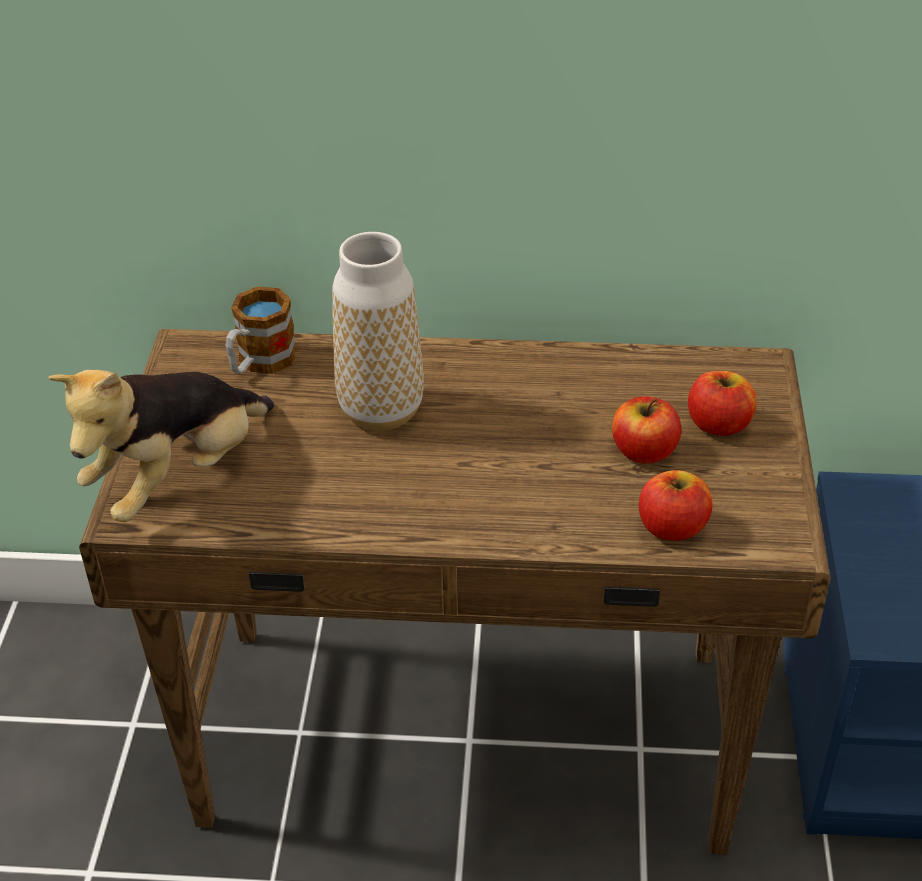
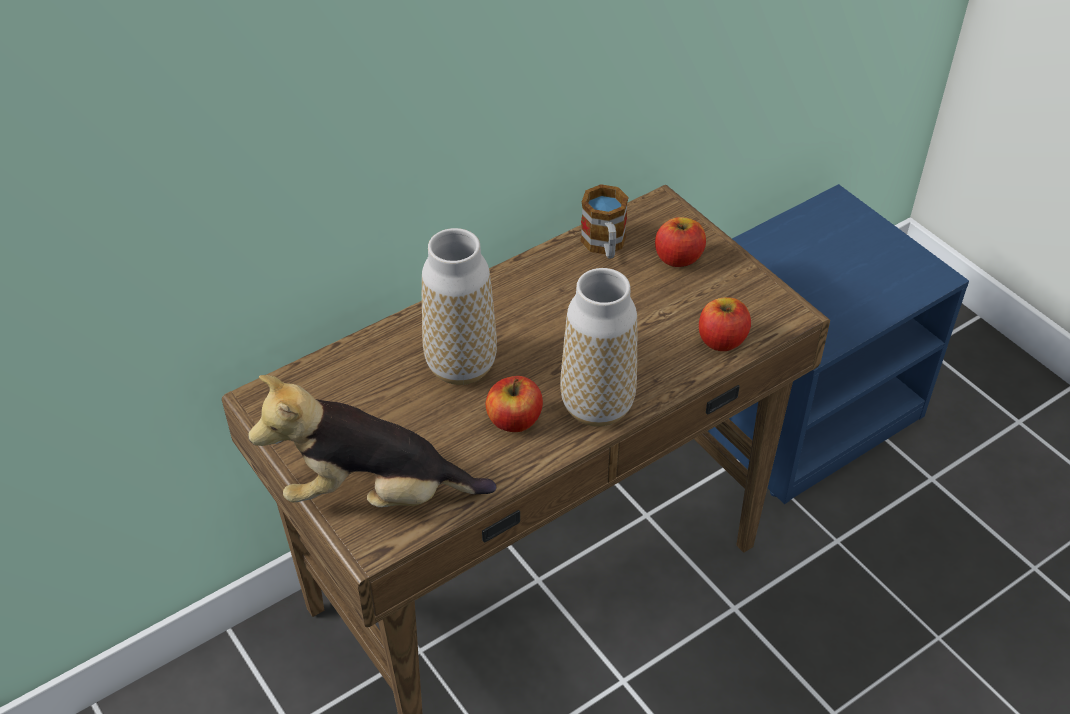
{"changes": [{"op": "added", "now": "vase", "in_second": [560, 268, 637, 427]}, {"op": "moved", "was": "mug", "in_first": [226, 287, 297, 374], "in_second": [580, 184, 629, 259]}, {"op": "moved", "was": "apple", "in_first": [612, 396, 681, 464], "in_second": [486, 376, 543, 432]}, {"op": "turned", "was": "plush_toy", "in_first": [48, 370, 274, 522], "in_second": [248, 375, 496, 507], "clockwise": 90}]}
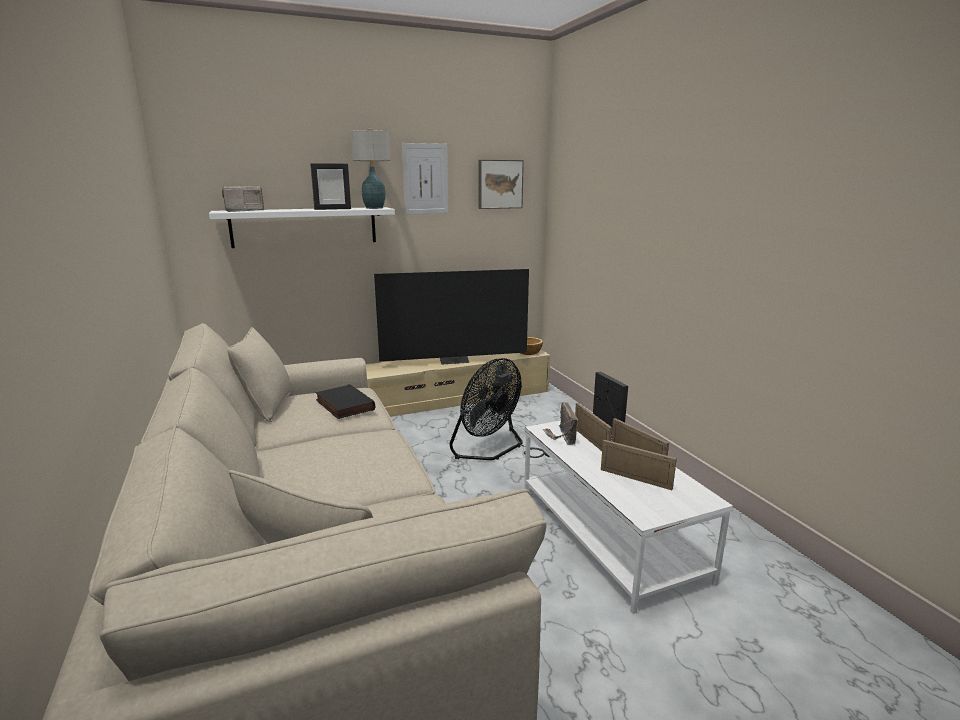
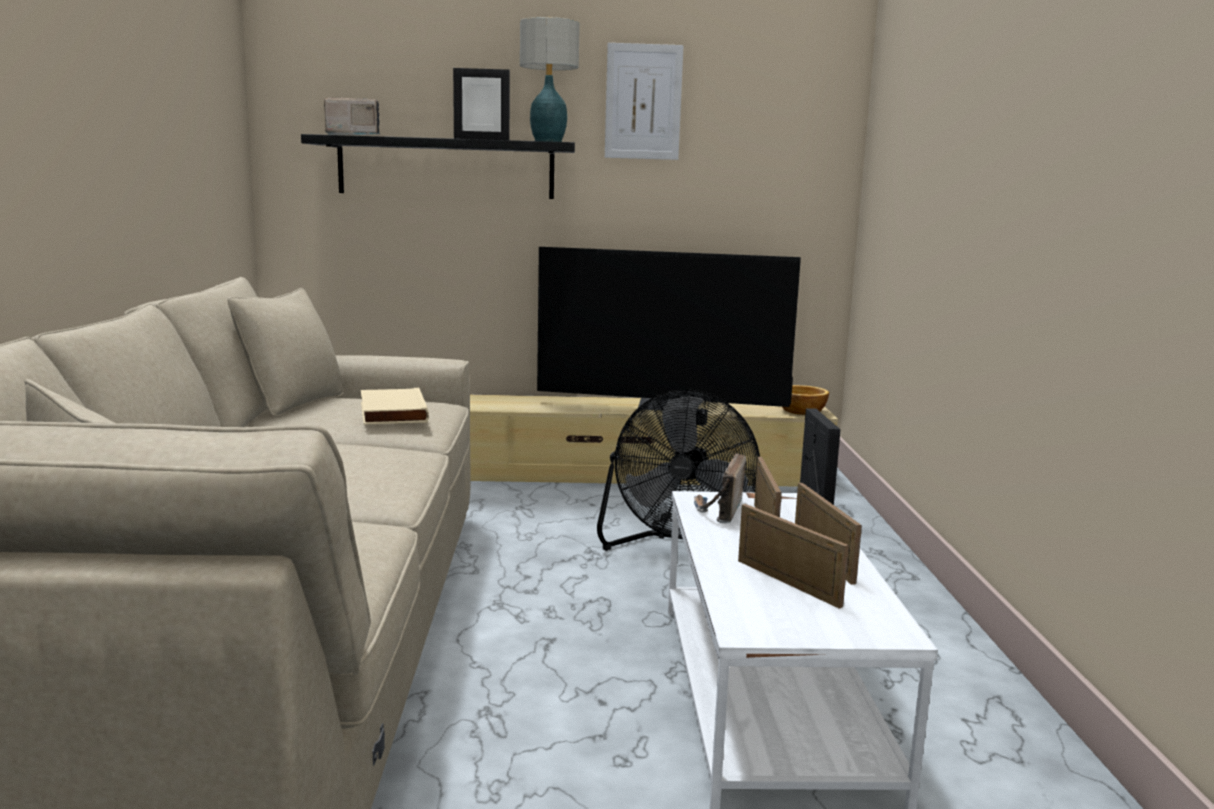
{"changes": [{"op": "removed", "was": "picture", "in_first": [479, 160, 524, 209]}, {"op": "recoloured", "was": "white_shelf", "now": "black_shelf", "in_first": [209, 207, 395, 248], "in_second": [301, 134, 575, 199]}, {"op": "recoloured", "was": "black_book", "now": "beige_book", "in_first": [315, 384, 375, 419], "in_second": [361, 388, 429, 425]}, {"op": "turned", "was": "black_fan", "in_first": [450, 358, 550, 460], "in_second": [597, 390, 760, 551], "clockwise": -135}]}
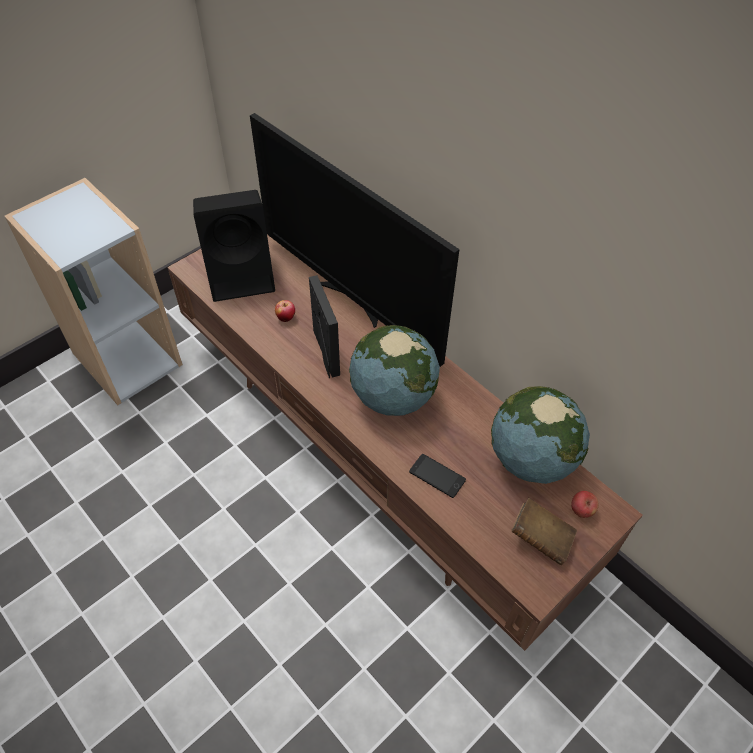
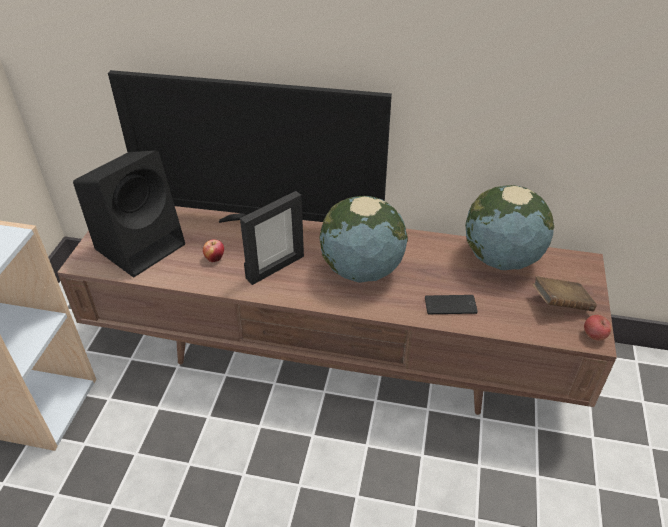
{"changes": [{"op": "moved", "was": "apple", "in_first": [571, 491, 599, 518], "in_second": [584, 315, 612, 341]}, {"op": "turned", "was": "picture_frame", "in_first": [309, 275, 340, 378], "in_second": [240, 191, 304, 285], "clockwise": 105}]}
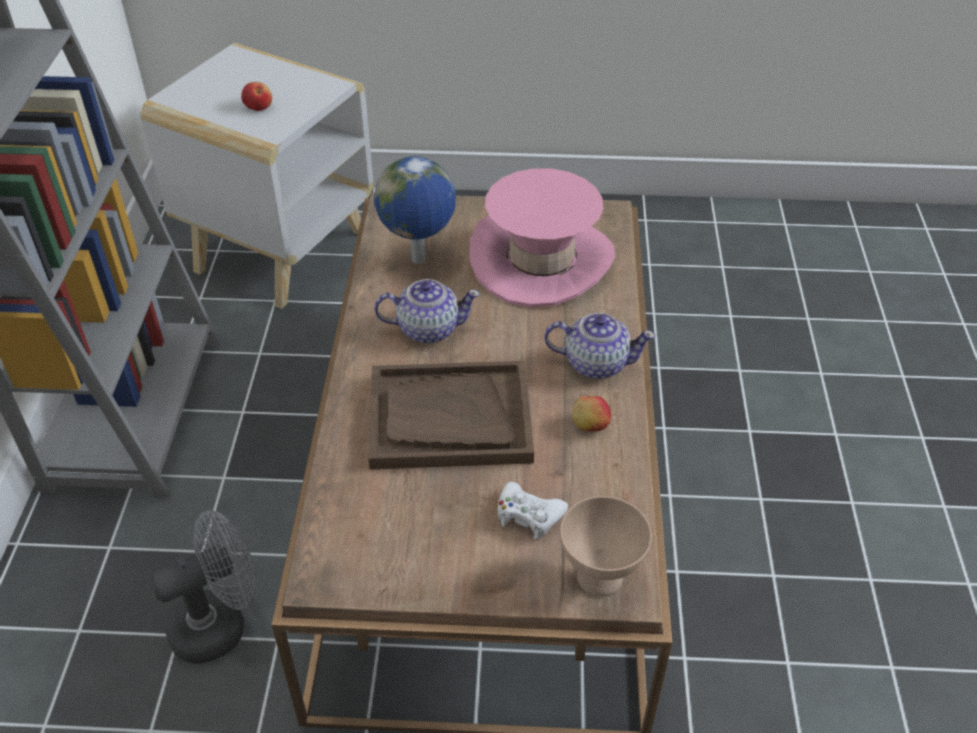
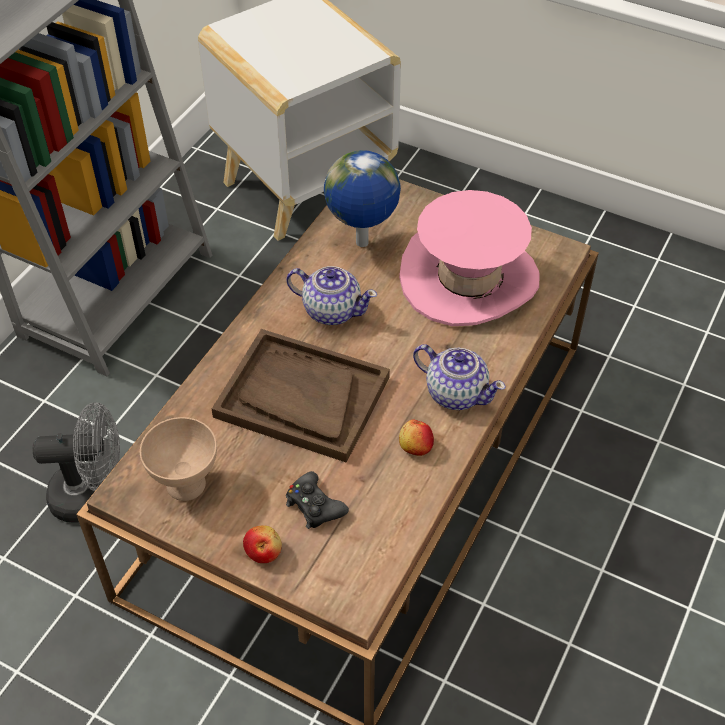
{"changes": [{"op": "moved", "was": "apple", "in_first": [241, 82, 272, 111], "in_second": [243, 526, 282, 563]}, {"op": "moved", "was": "beige_bowl", "in_first": [560, 496, 652, 597], "in_second": [140, 417, 217, 501]}, {"op": "recoloured", "was": "white_game_controller", "now": "black_game_controller", "in_first": [498, 482, 568, 539], "in_second": [286, 471, 349, 529]}]}
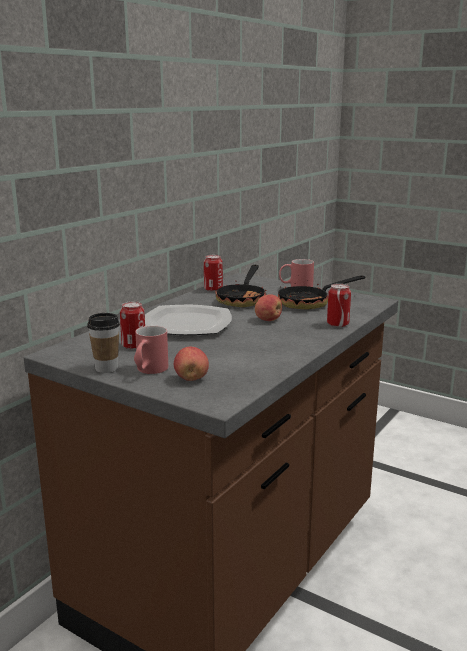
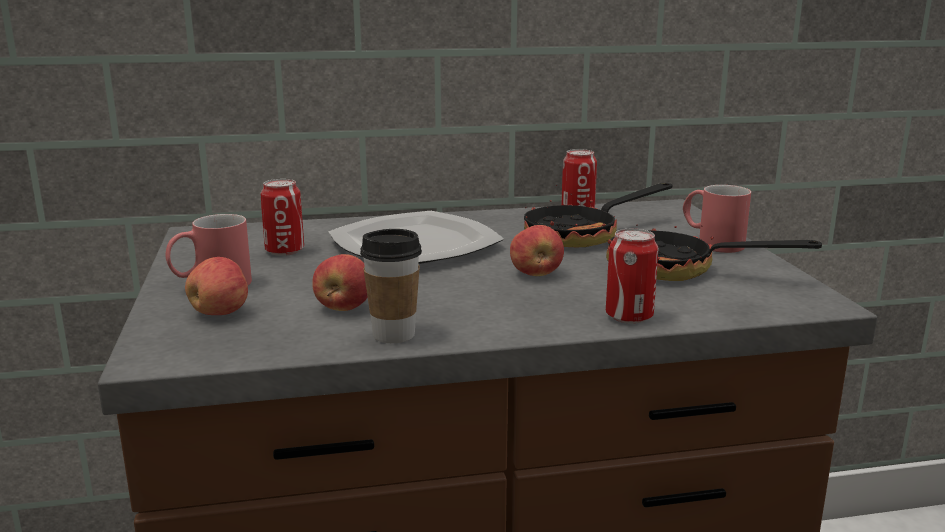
{"changes": [{"op": "added", "now": "apple", "in_second": [312, 254, 368, 311]}, {"op": "moved", "was": "cup", "in_first": [87, 313, 120, 373], "in_second": [360, 229, 422, 343]}]}
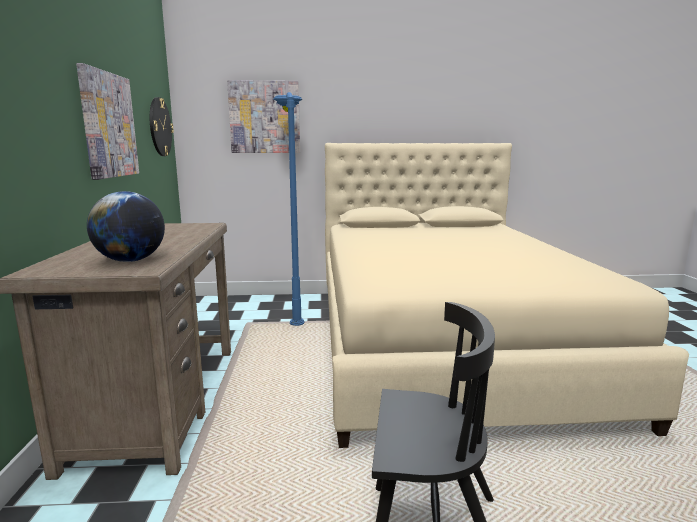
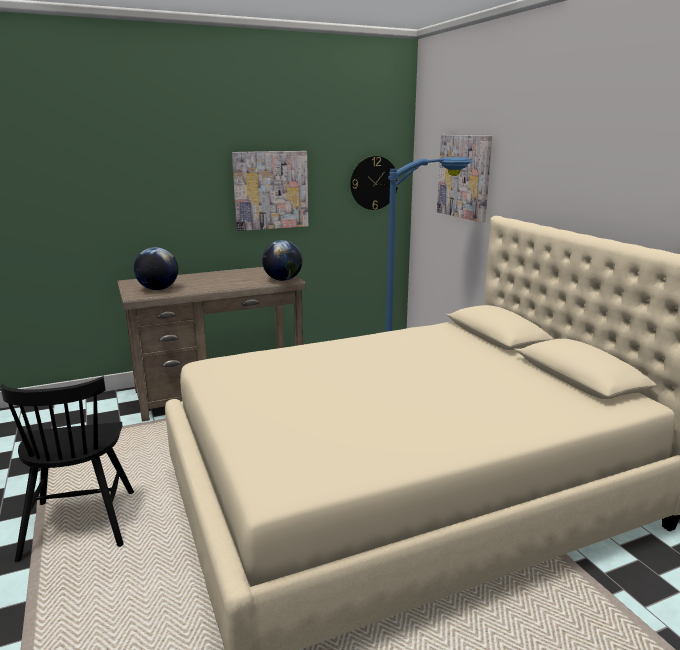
{"changes": [{"op": "added", "now": "globe", "in_second": [262, 240, 303, 281]}]}
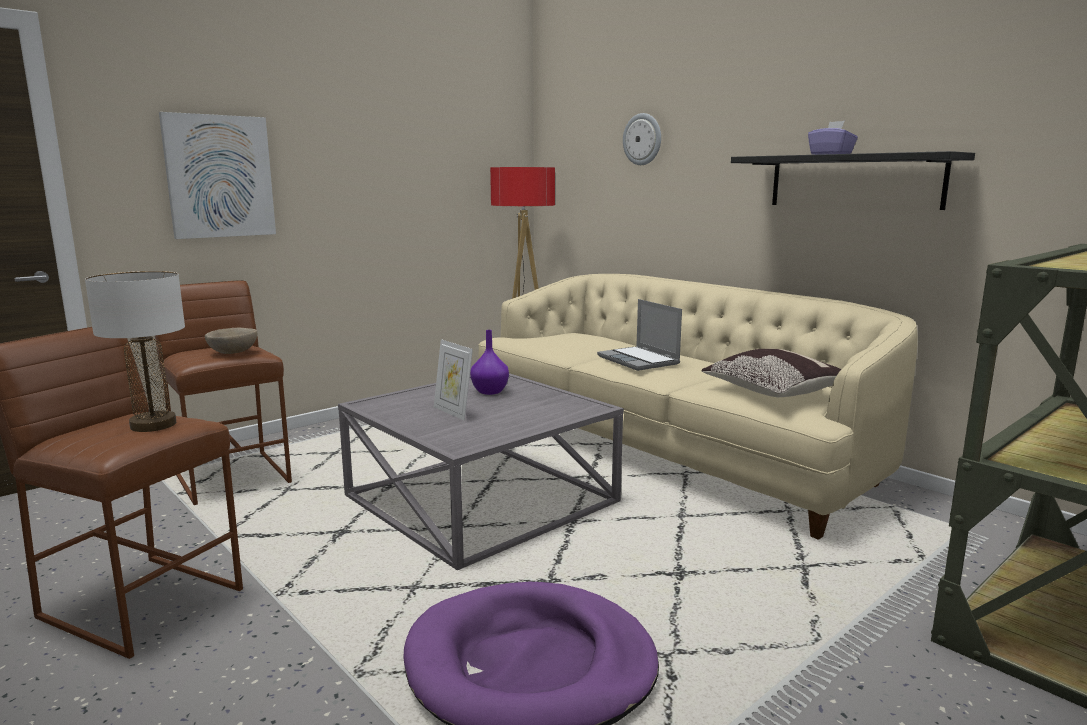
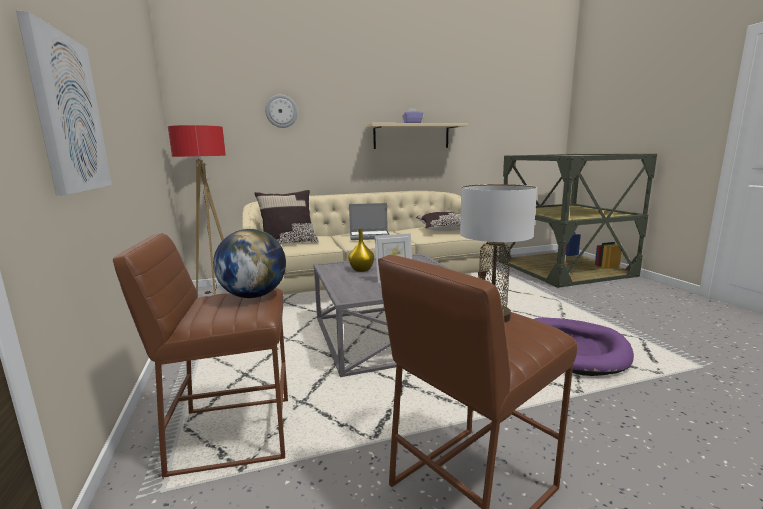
{"changes": [{"op": "added", "now": "pillow", "in_second": [254, 190, 319, 244]}, {"op": "replaced", "was": "beige_bowl", "now": "globe", "in_first": [205, 328, 257, 354], "in_second": [213, 229, 286, 298]}, {"op": "recoloured", "was": "purple_vase", "now": "yellow_vase", "in_first": [470, 330, 509, 395], "in_second": [348, 229, 374, 272]}, {"op": "recoloured", "was": "black_shelf", "now": "beige_shelf", "in_first": [731, 151, 975, 210], "in_second": [365, 123, 468, 149]}]}
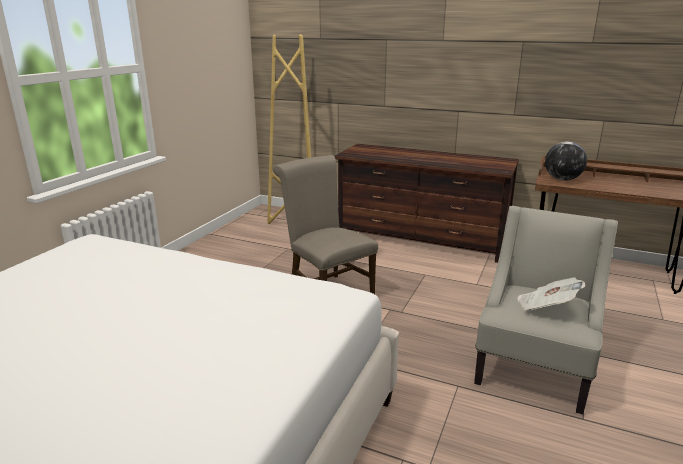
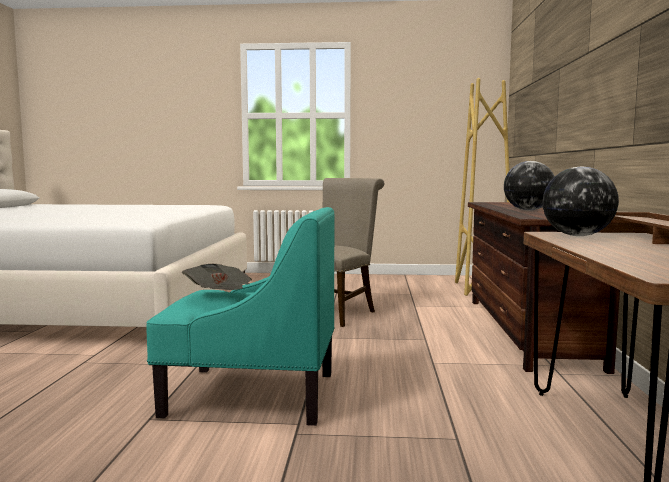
{"changes": [{"op": "added", "now": "globe", "in_second": [504, 161, 555, 211]}, {"op": "recoloured", "was": "grey_armchair", "now": "turquoise_armchair", "in_first": [474, 206, 618, 415], "in_second": [146, 207, 335, 426]}]}
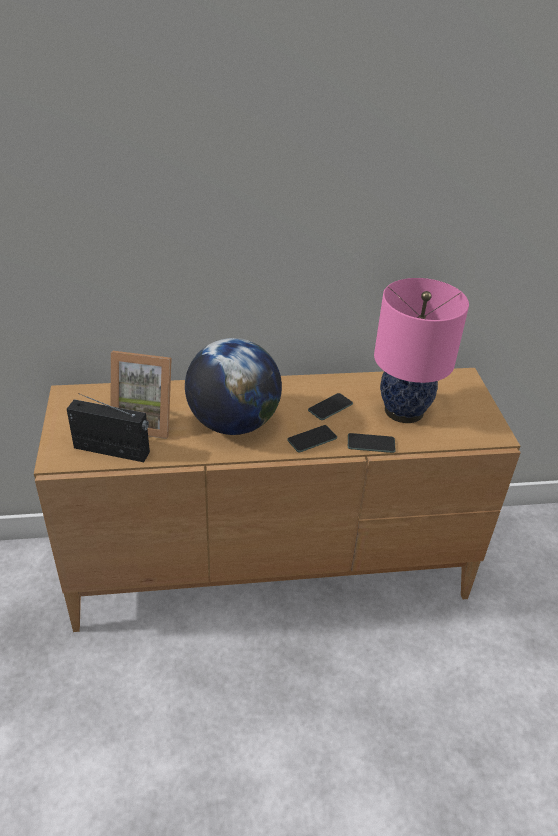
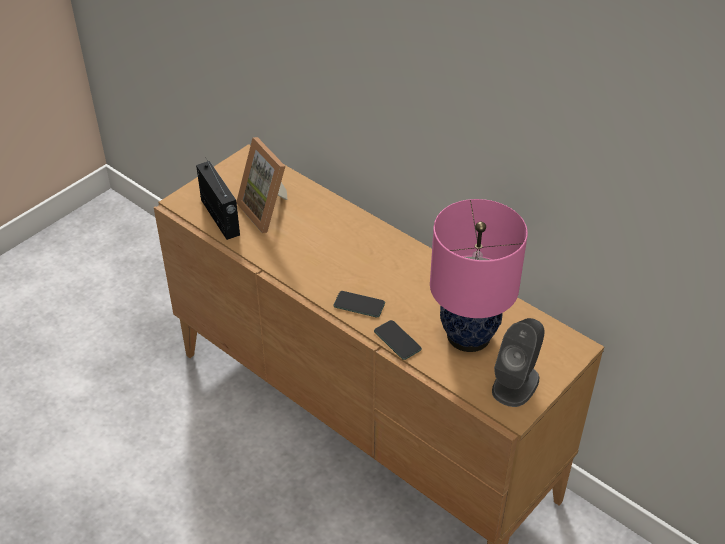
{"changes": [{"op": "removed", "was": "globe", "in_first": [185, 338, 282, 435]}, {"op": "removed", "was": "phone", "in_first": [308, 393, 353, 420]}, {"op": "added", "now": "grey_speaker", "in_second": [492, 318, 545, 407]}]}
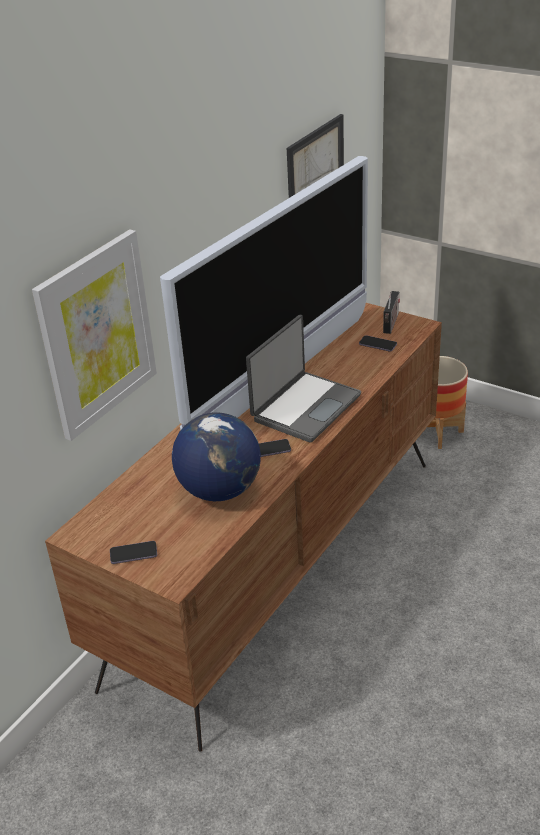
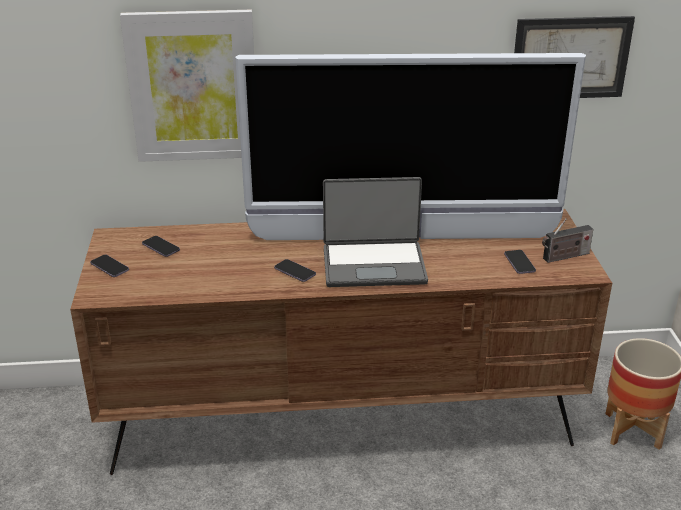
{"changes": [{"op": "removed", "was": "globe", "in_first": [172, 412, 261, 501]}, {"op": "added", "now": "phone", "in_second": [142, 236, 180, 257]}]}
